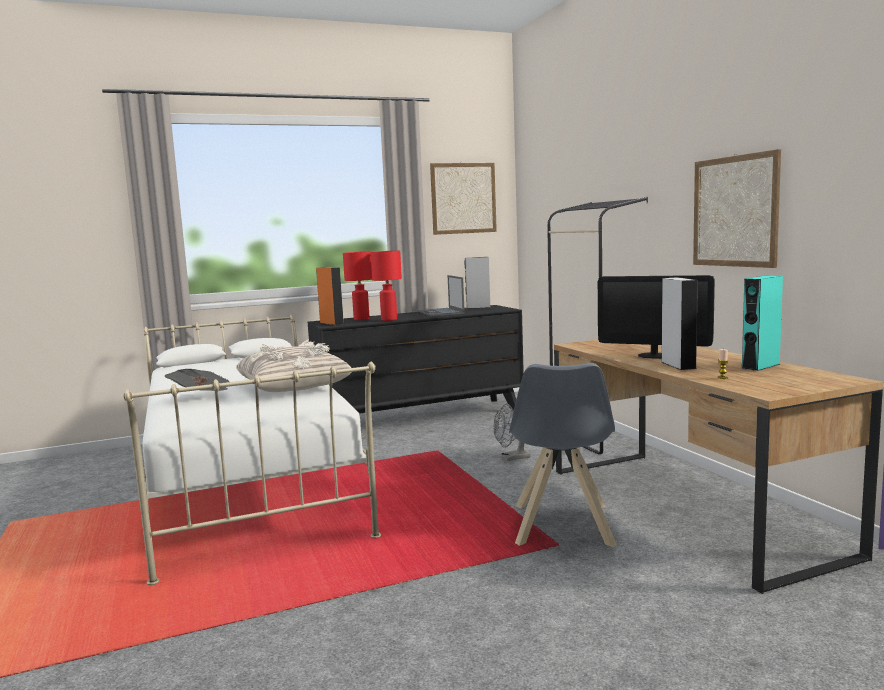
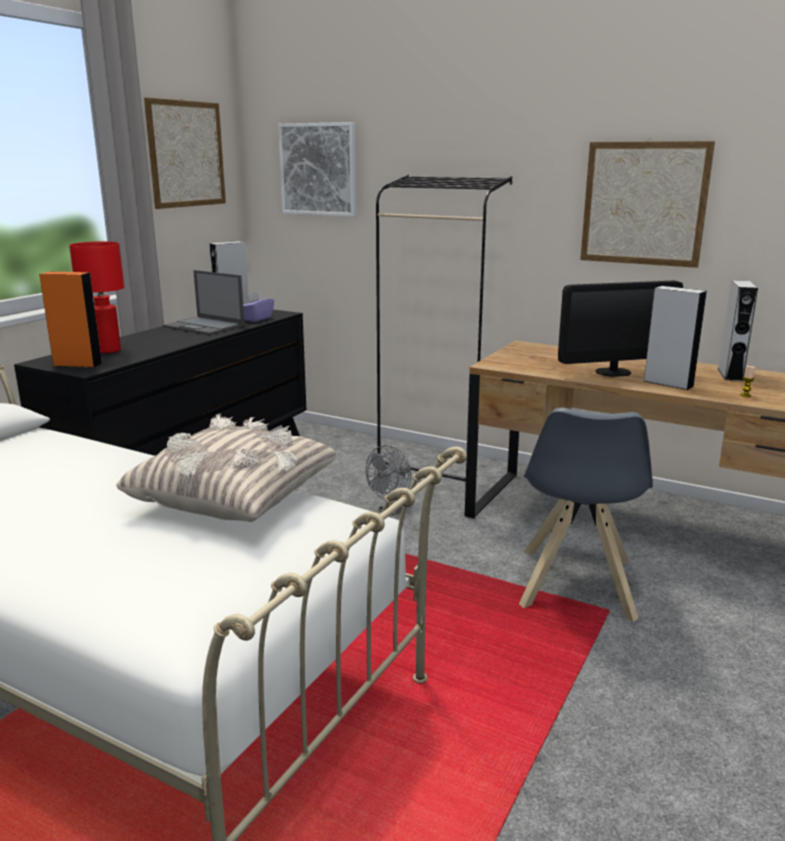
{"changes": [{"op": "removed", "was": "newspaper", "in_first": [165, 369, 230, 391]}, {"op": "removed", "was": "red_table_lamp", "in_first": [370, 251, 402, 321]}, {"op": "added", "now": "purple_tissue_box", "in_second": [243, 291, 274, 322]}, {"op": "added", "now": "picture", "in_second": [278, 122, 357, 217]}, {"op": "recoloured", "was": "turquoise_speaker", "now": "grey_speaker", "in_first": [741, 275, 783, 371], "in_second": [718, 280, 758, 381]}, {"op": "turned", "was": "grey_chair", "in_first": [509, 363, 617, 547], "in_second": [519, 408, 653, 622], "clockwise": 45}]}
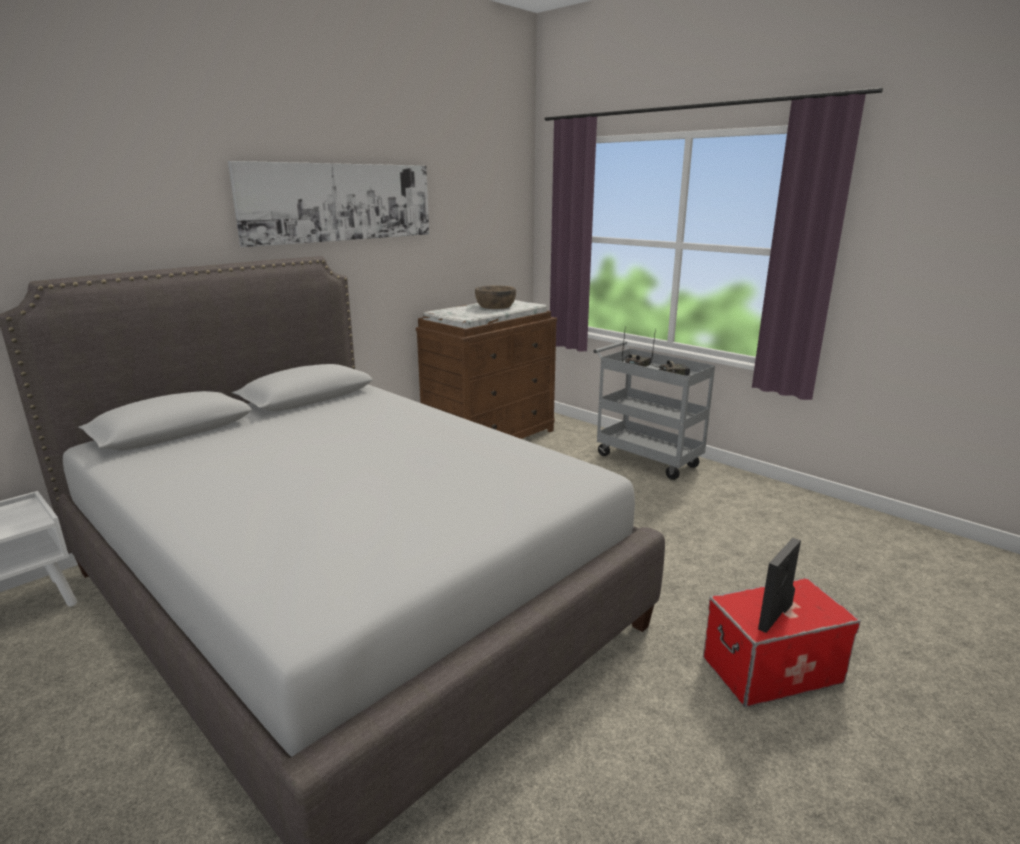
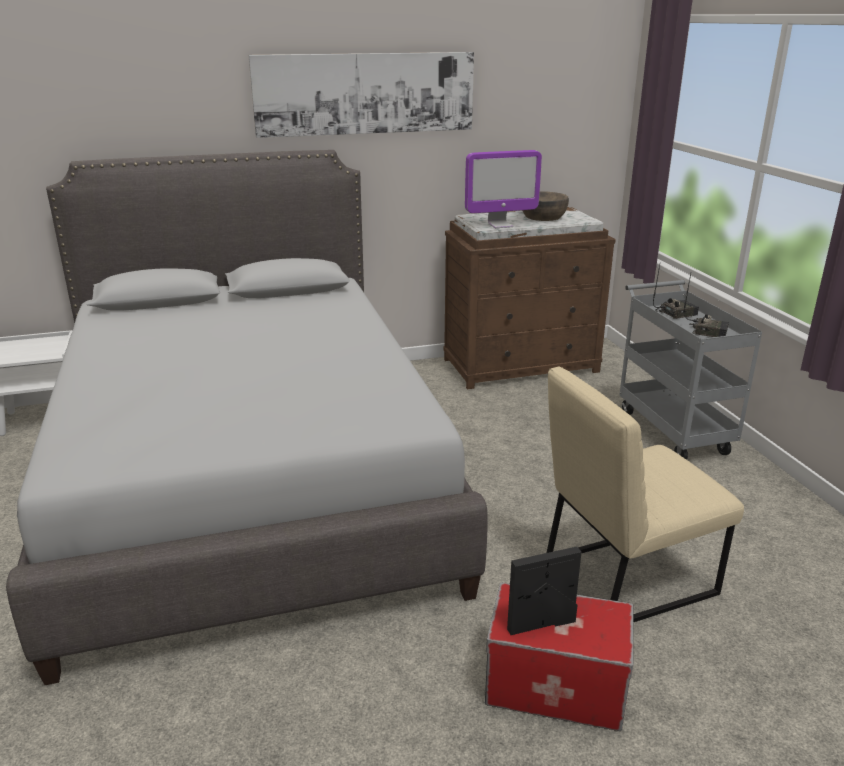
{"changes": [{"op": "added", "now": "monitor", "in_second": [465, 150, 542, 228]}, {"op": "added", "now": "beige_chair", "in_second": [546, 367, 744, 622]}]}
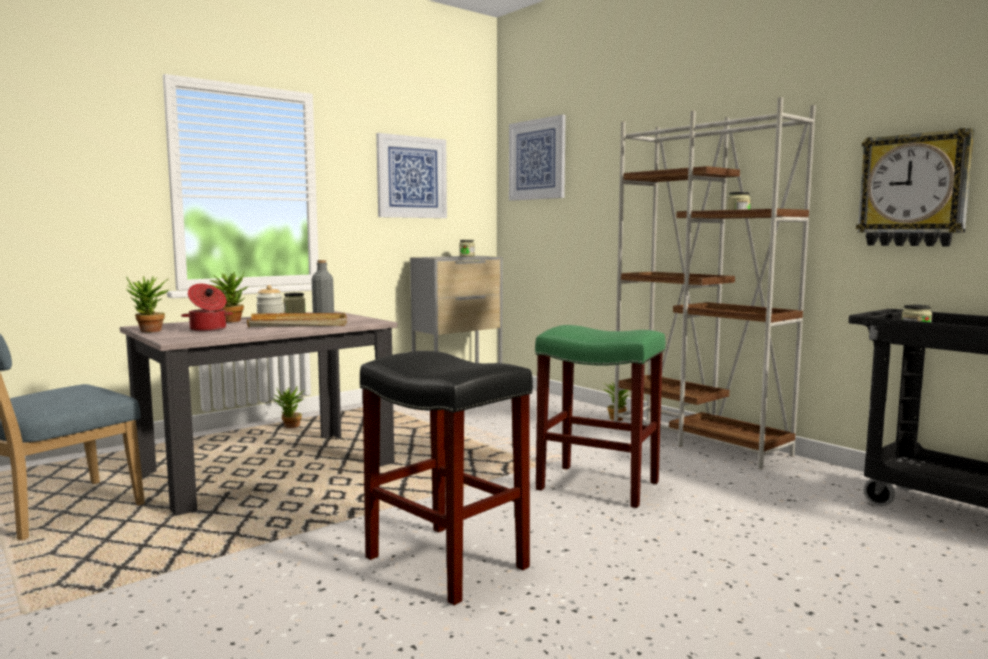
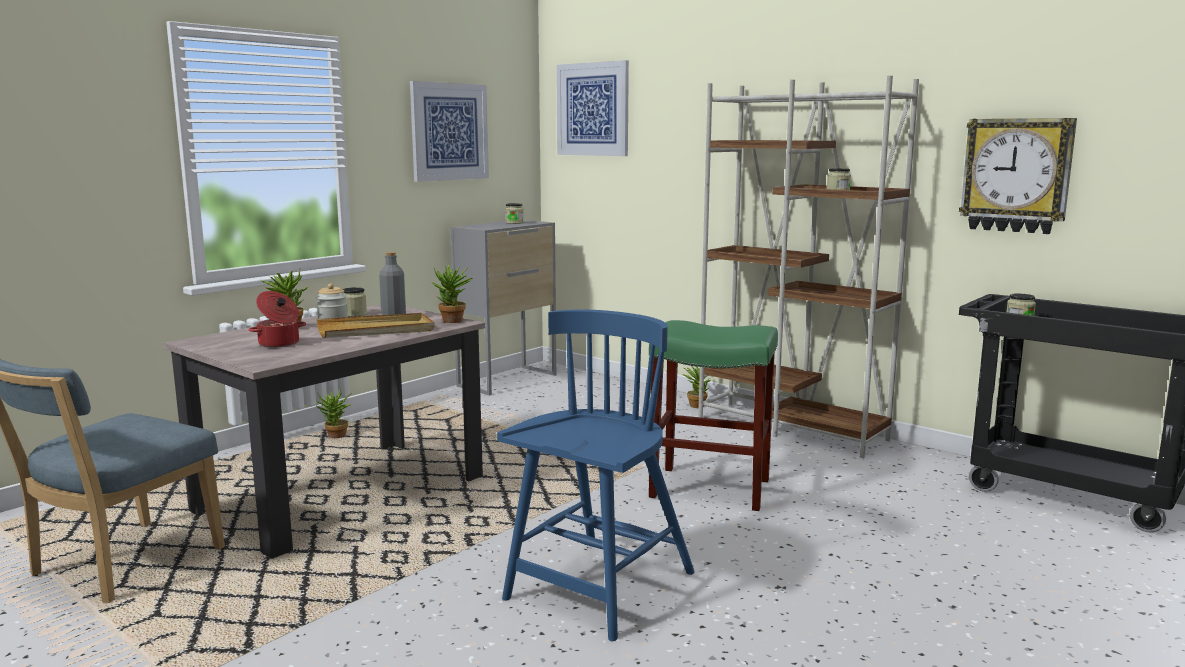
{"changes": [{"op": "moved", "was": "potted_plant", "in_first": [126, 276, 169, 332], "in_second": [432, 265, 472, 323]}, {"op": "replaced", "was": "black_stool", "now": "blue_chair", "in_first": [360, 351, 533, 605], "in_second": [497, 310, 694, 641]}]}
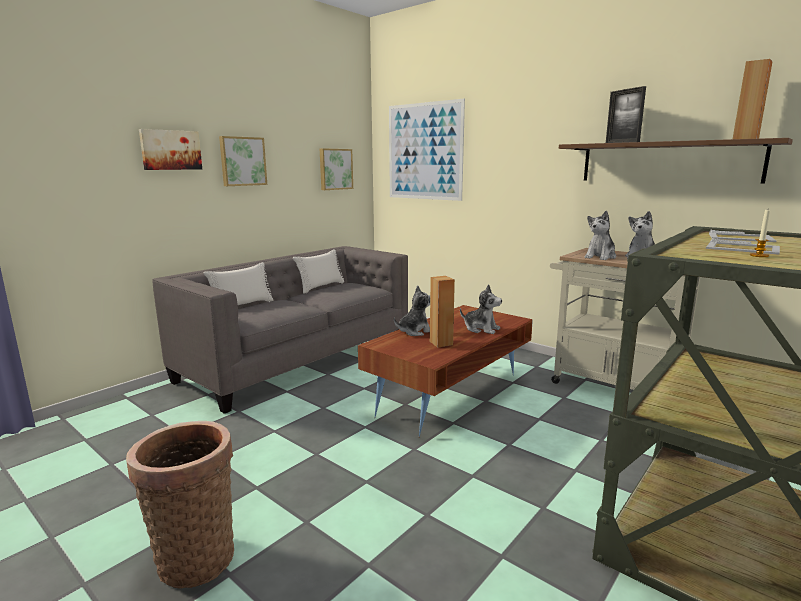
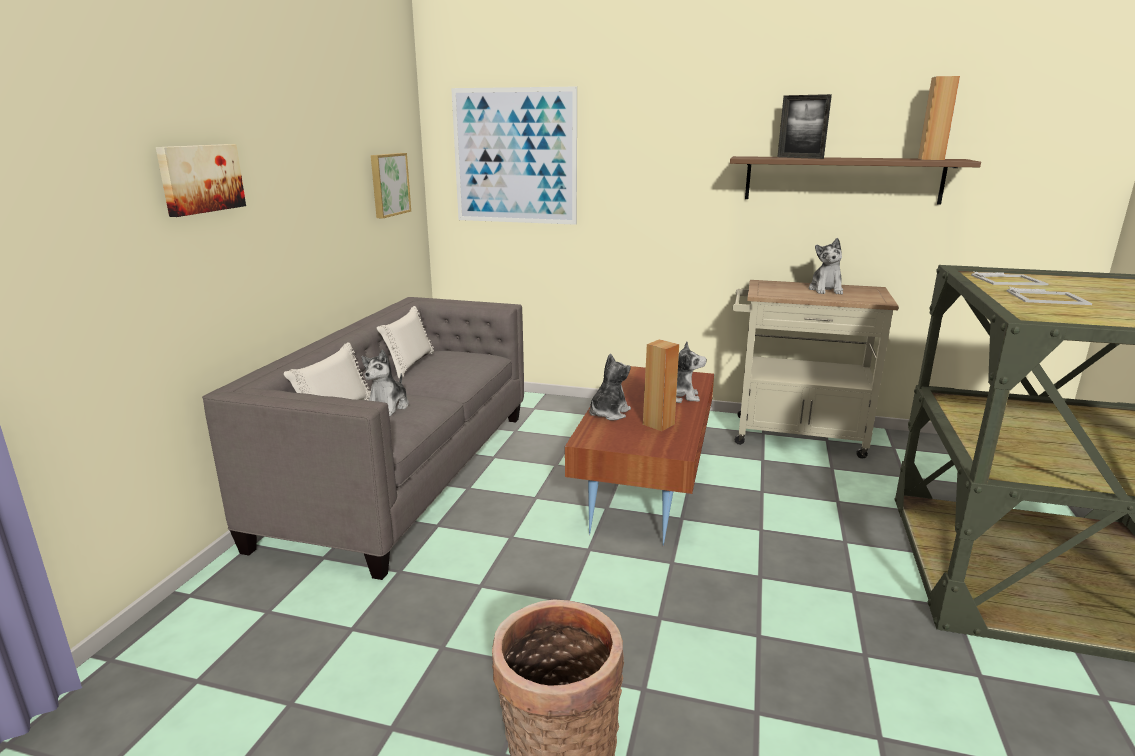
{"changes": [{"op": "removed", "was": "picture", "in_first": [219, 136, 267, 186]}, {"op": "removed", "was": "candle", "in_first": [750, 210, 770, 257]}, {"op": "moved", "was": "plush_toy", "in_first": [584, 211, 616, 260], "in_second": [362, 350, 409, 416]}]}
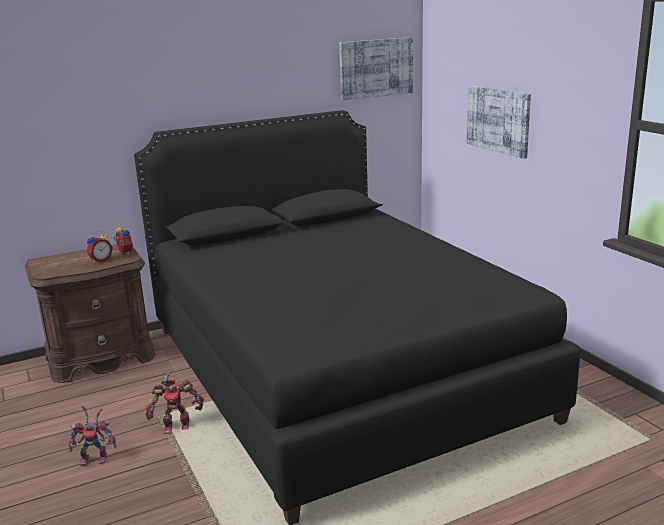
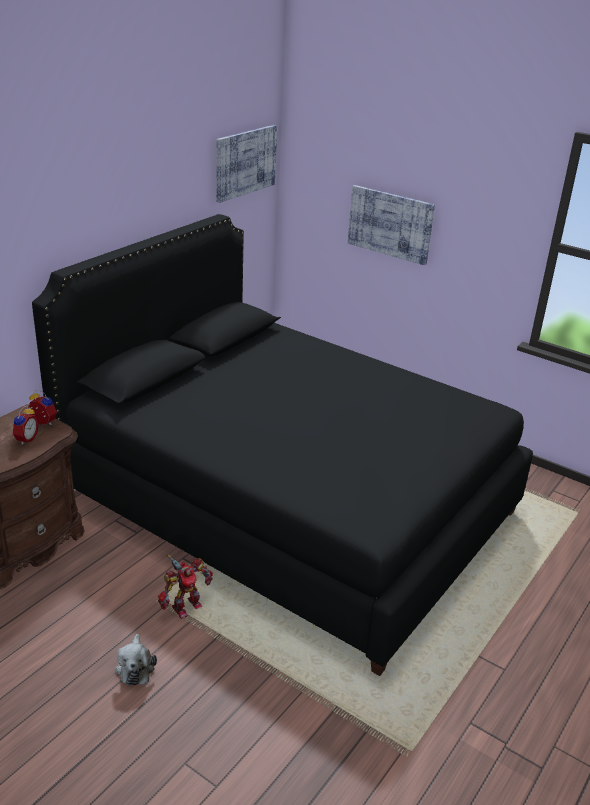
{"changes": [{"op": "replaced", "was": "toy_robot", "now": "plush_toy", "in_first": [69, 405, 116, 466], "in_second": [115, 634, 157, 686]}]}
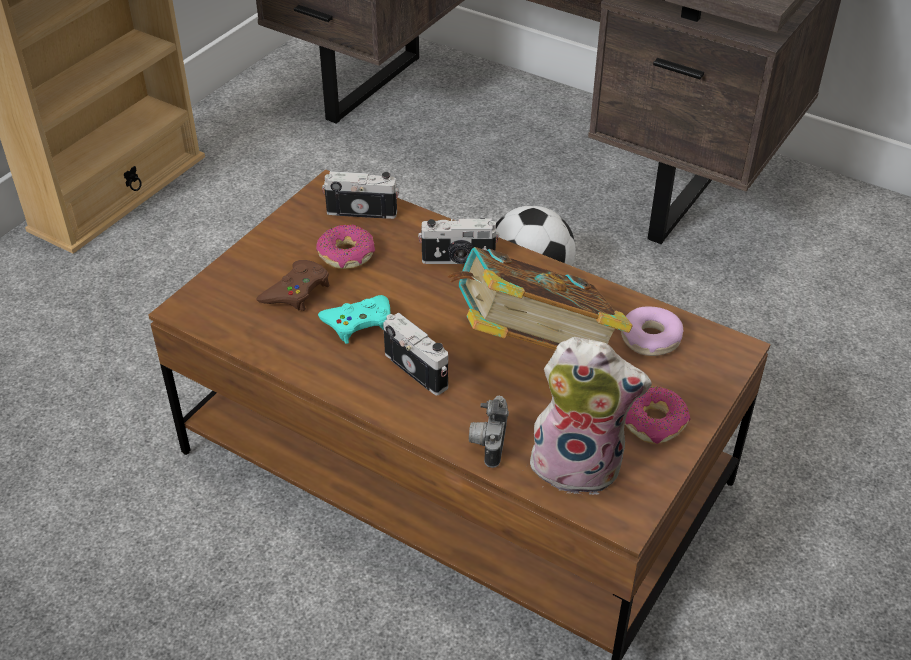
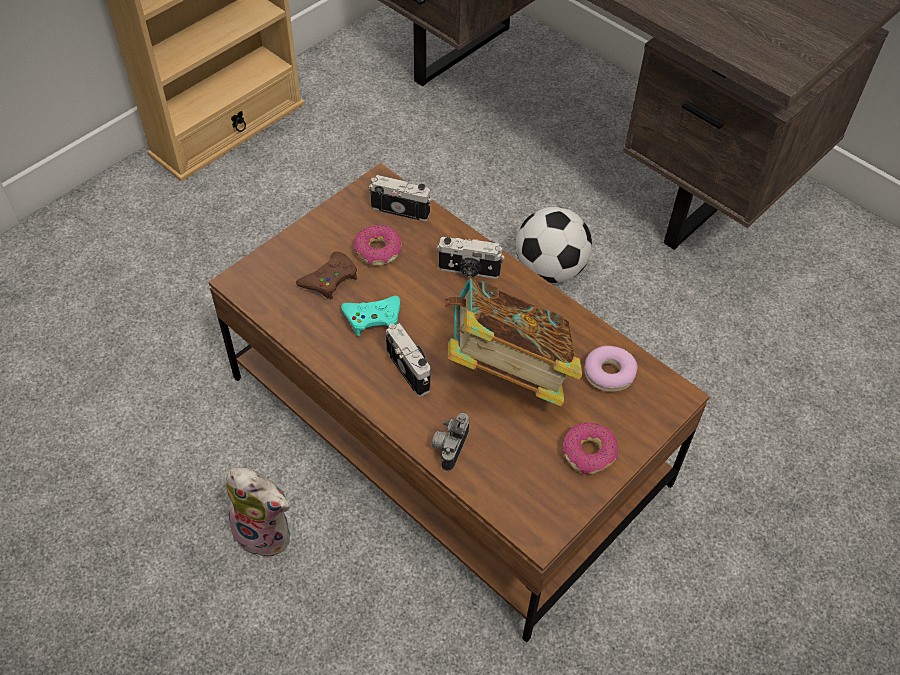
{"changes": [{"op": "moved", "was": "plush_toy", "in_first": [530, 337, 652, 495], "in_second": [225, 467, 290, 559]}]}
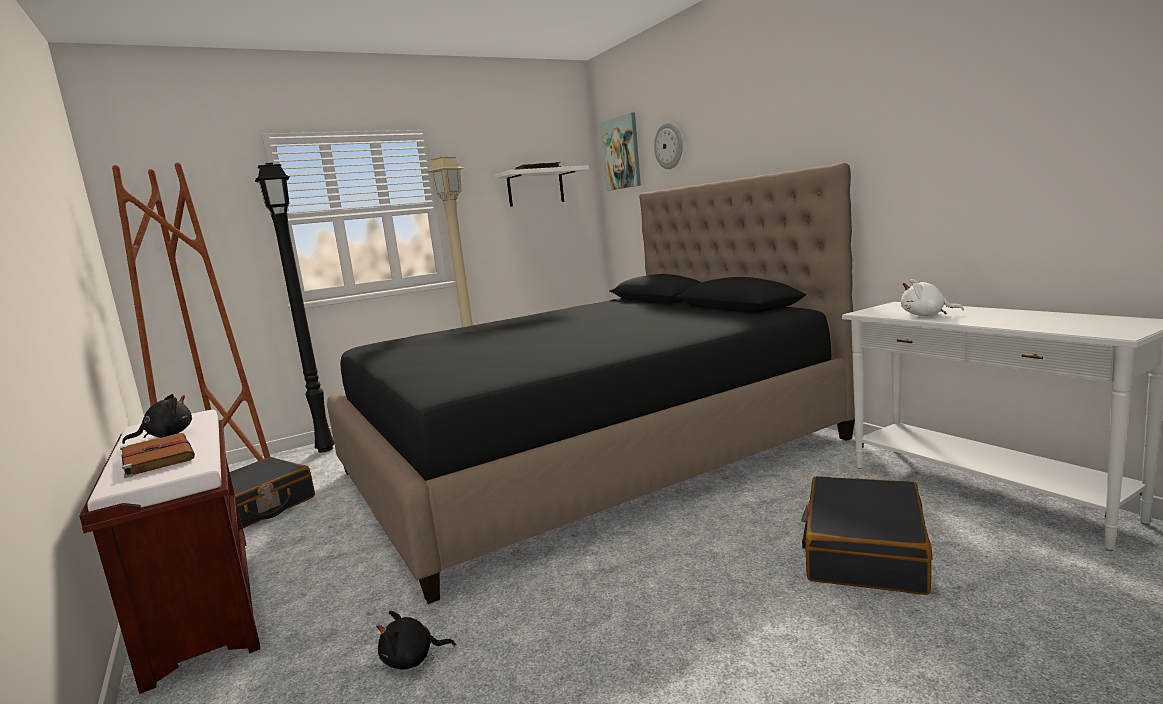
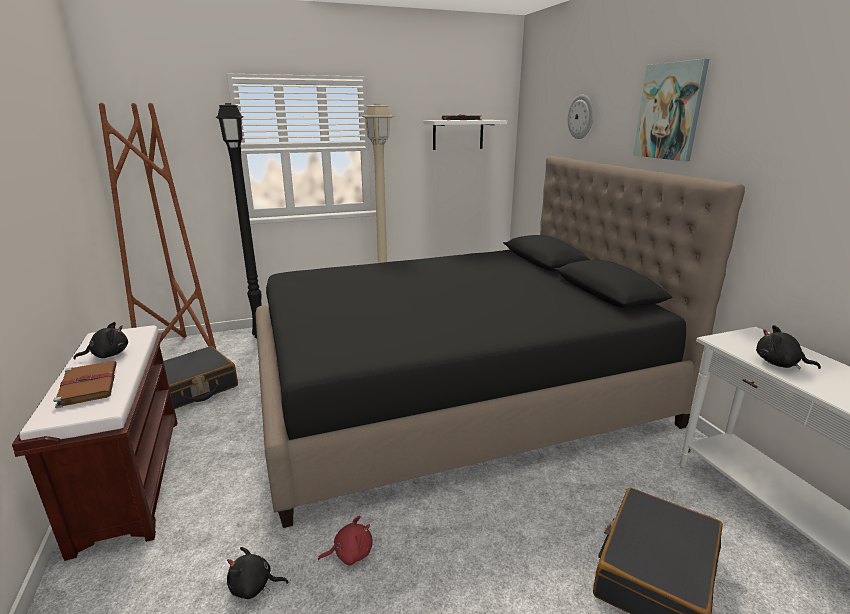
{"changes": [{"op": "added", "now": "red_plush_toy", "in_second": [318, 516, 373, 565]}, {"op": "moved", "was": "picture", "in_first": [601, 112, 641, 191], "in_second": [633, 59, 709, 161]}, {"op": "recoloured", "was": "white_plush_toy", "now": "black_plush_toy", "in_first": [901, 279, 964, 316], "in_second": [756, 325, 821, 369]}]}
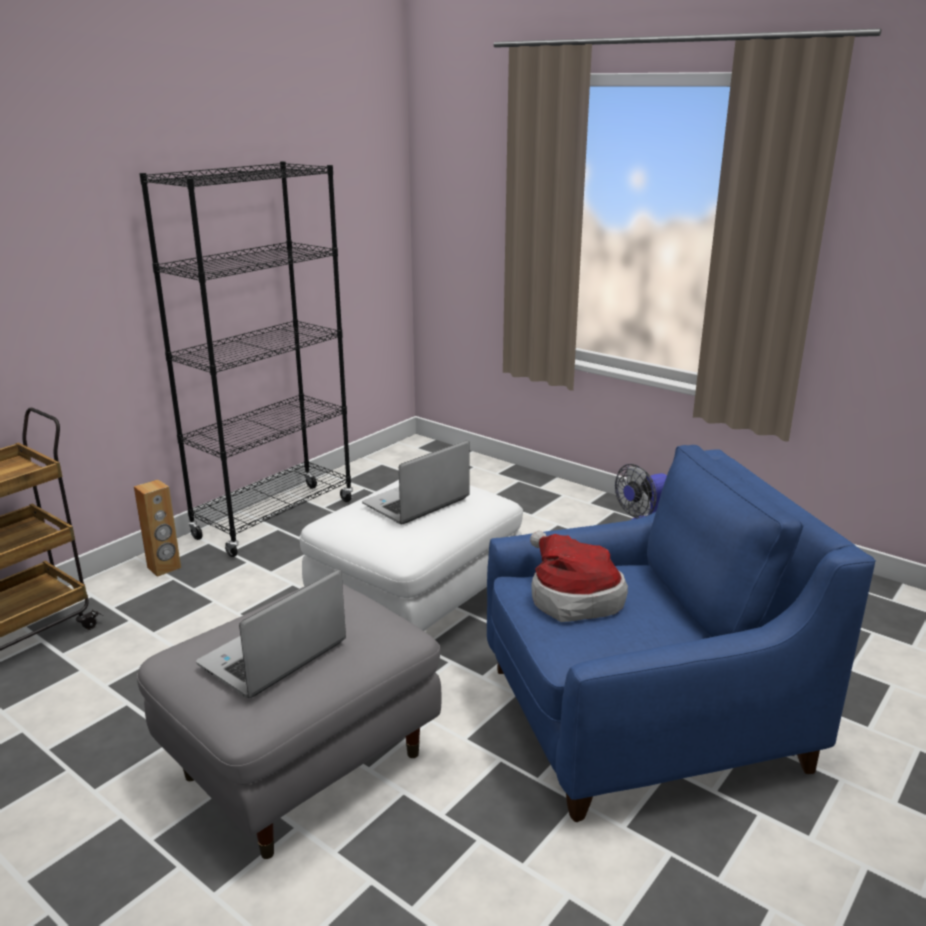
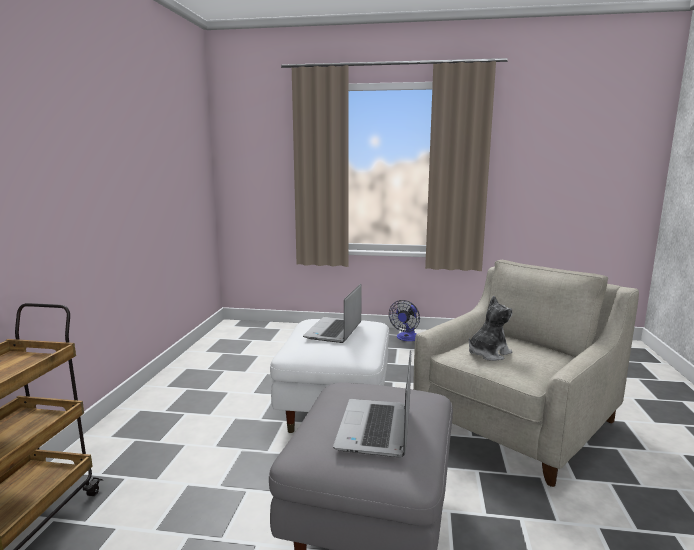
{"changes": [{"op": "removed", "was": "brown_speaker", "in_first": [134, 479, 181, 577]}, {"op": "removed", "was": "black_bookcase", "in_first": [139, 161, 353, 557]}, {"op": "replaced", "was": "hat", "now": "plush_toy", "in_first": [530, 531, 628, 622], "in_second": [469, 296, 513, 361]}, {"op": "recoloured", "was": "blue_armchair", "now": "beige_armchair", "in_first": [487, 445, 876, 822], "in_second": [413, 260, 639, 487]}]}
